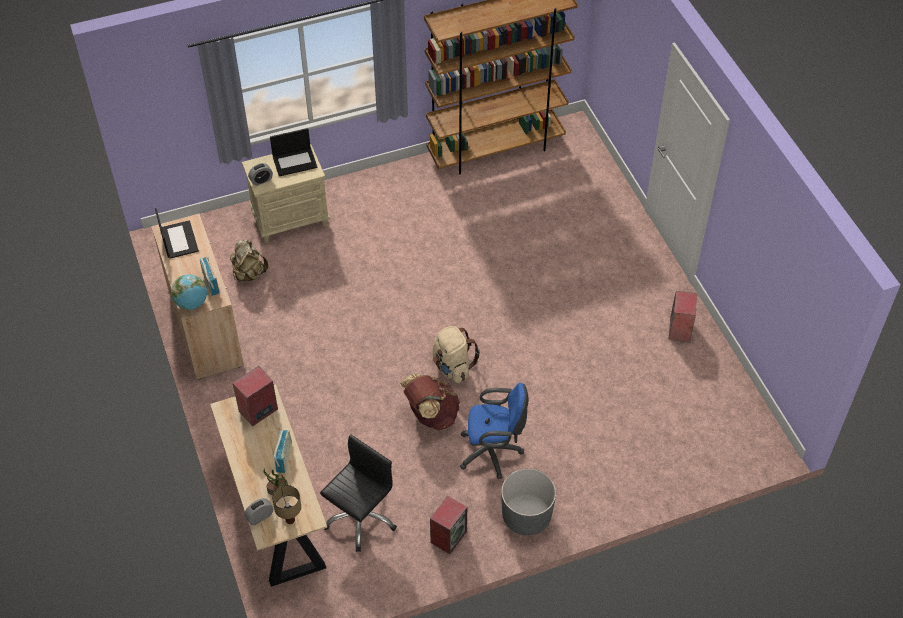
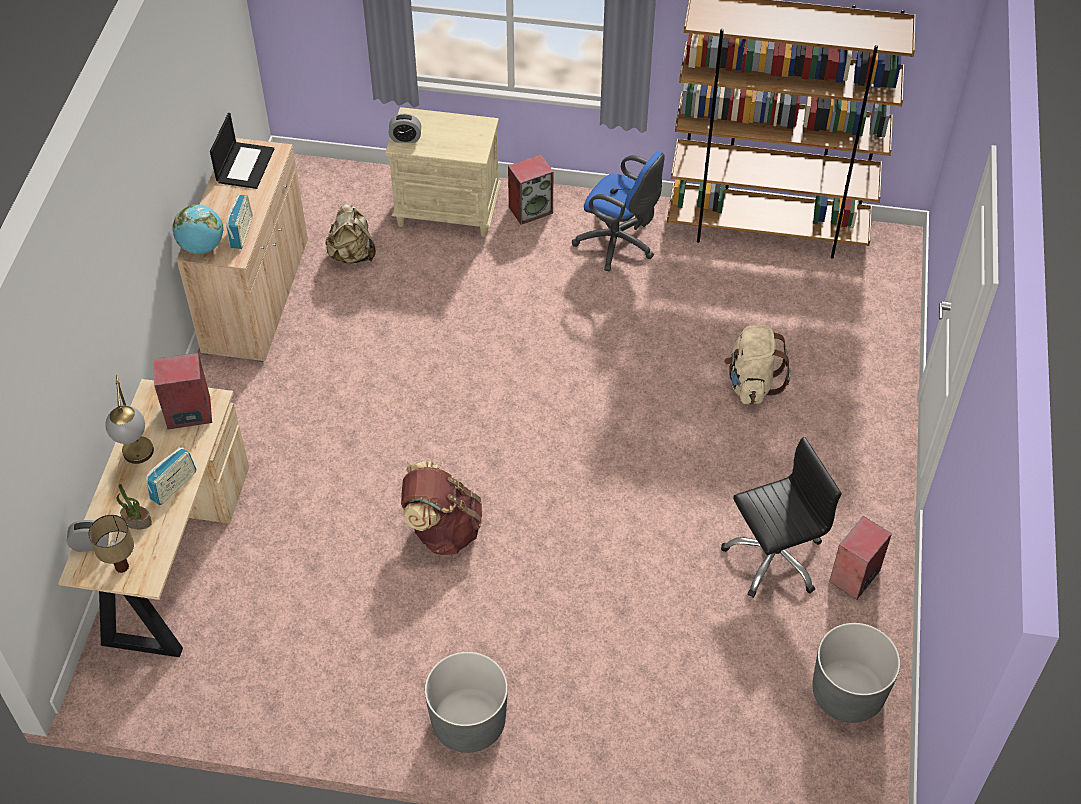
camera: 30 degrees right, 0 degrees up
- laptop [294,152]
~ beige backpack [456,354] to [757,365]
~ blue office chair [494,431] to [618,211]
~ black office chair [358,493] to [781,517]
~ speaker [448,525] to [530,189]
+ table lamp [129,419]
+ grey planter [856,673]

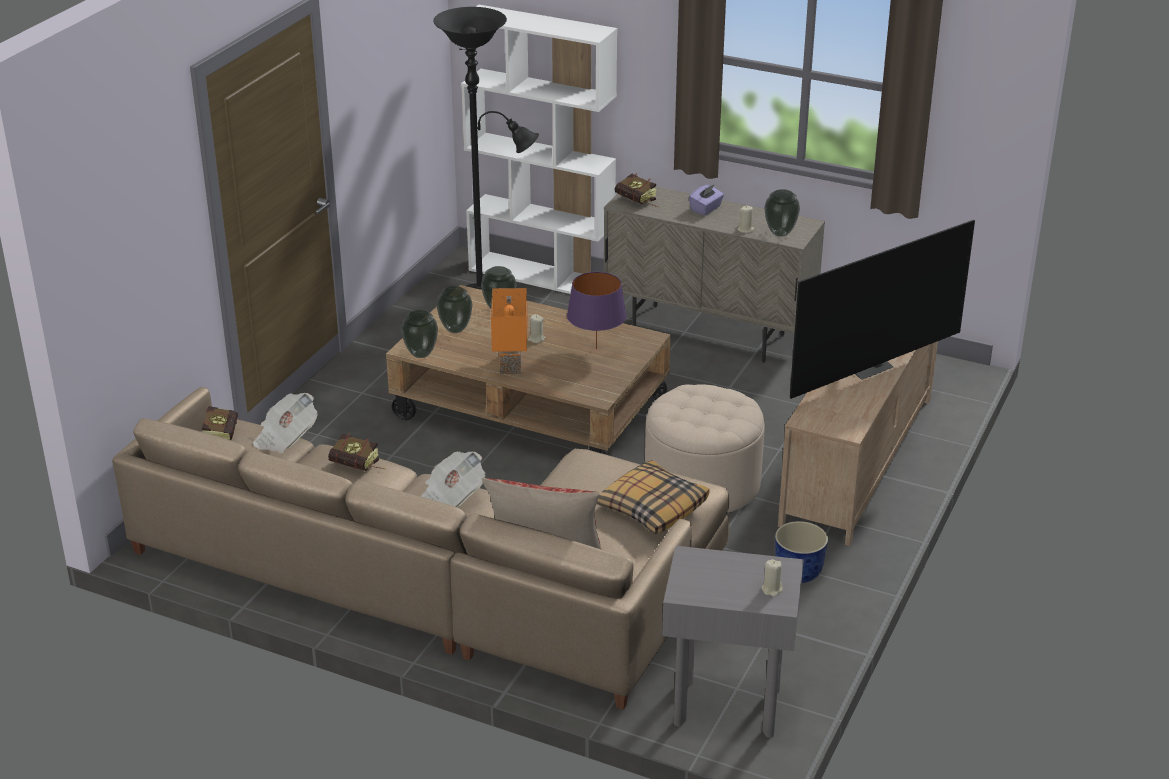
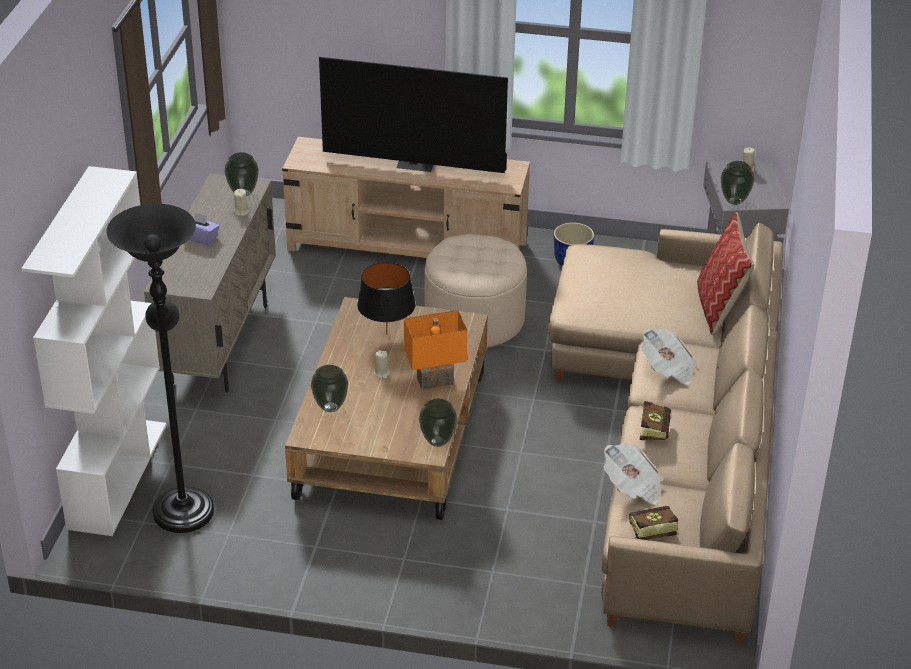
camera: 105 degrees left, 5 degrees up
- book [637,190]
~ television [882,309] = [413,115] 150 degrees clockwise
~ purple table lamp [596,310] to black table lamp [386,298]
~ vase [454,309] to [737,183]
- pillow [653,497]

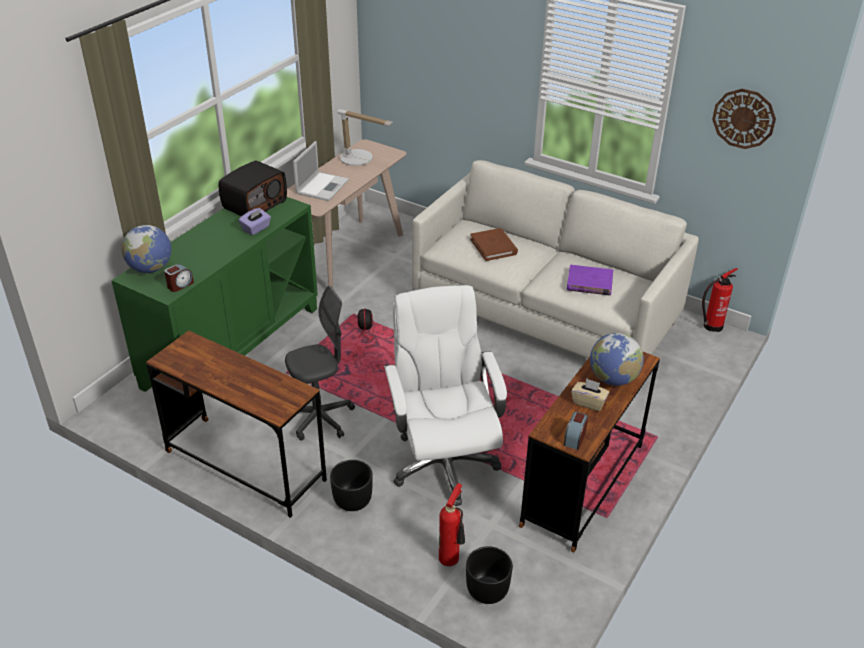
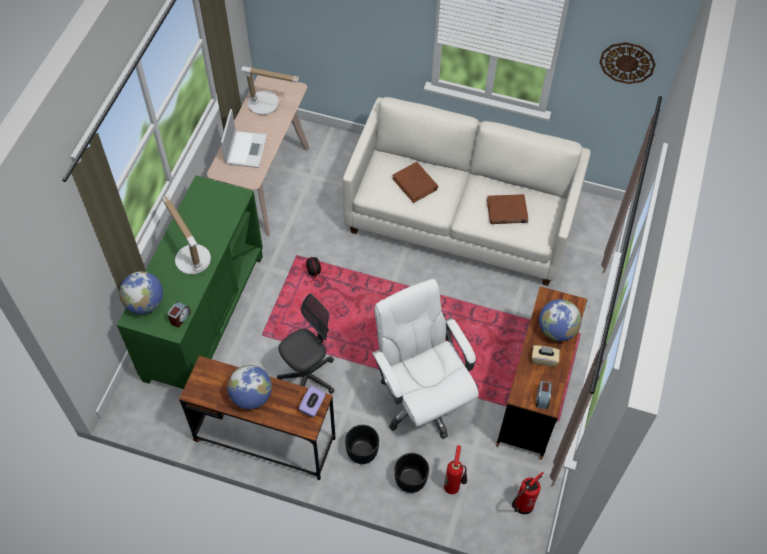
camera: 15 degrees left, 20 degrees up
- radio [253,188]
~ purple tissue box [255,221] to [312,401]
~ purple book [590,280] to brown book [507,209]
~ fire extinguisher [720,300] to [527,493]
~ black planter [489,575] to [412,473]
+ table lamp [186,235]
+ globe [249,387]

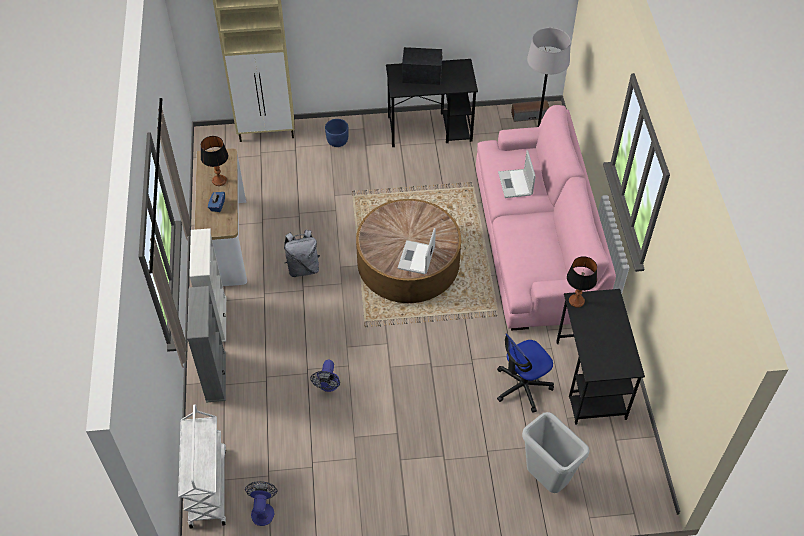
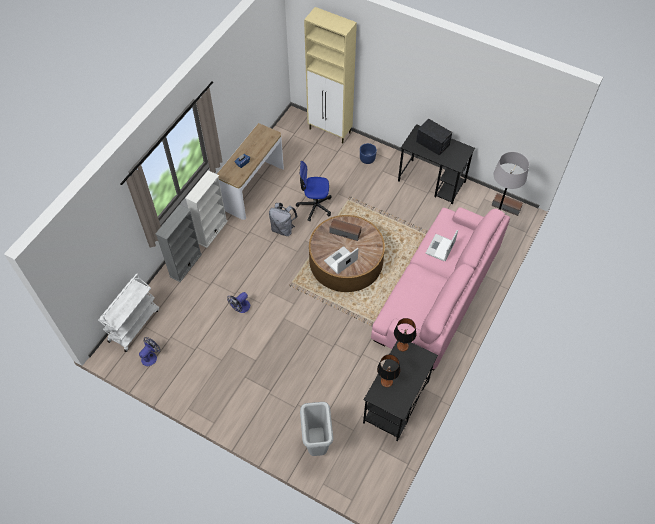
camera: 35 degrees right, 5 degrees up
~ table lamp [214,161] to [388,370]
~ office chair [525,373] to [314,191]
+ speaker [345,230]

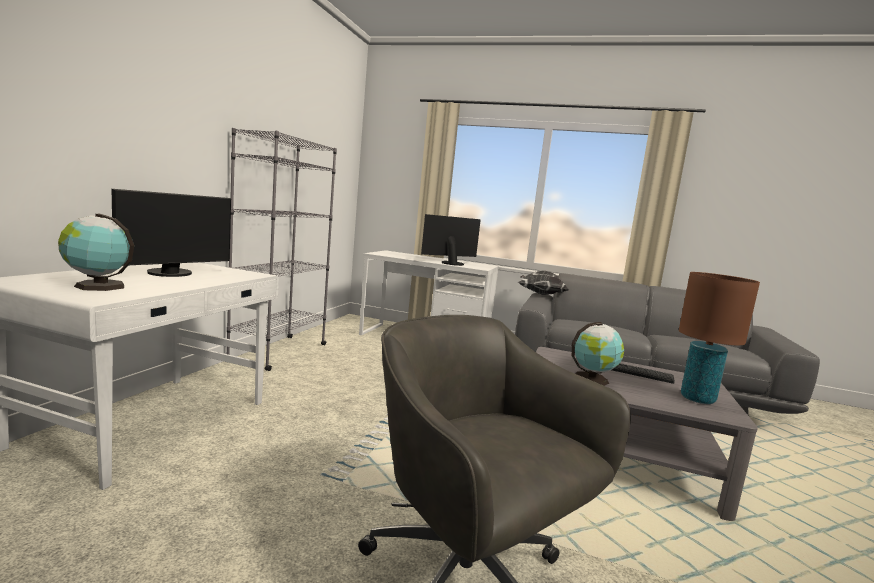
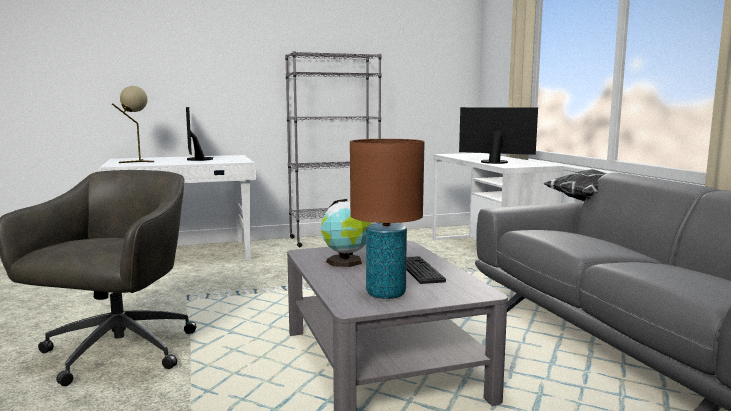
camera: 55 degrees right, 0 degrees up
~ monitor [171,233] = [199,134] 75 degrees clockwise
~ globe [96,252] to beige table lamp [133,124]

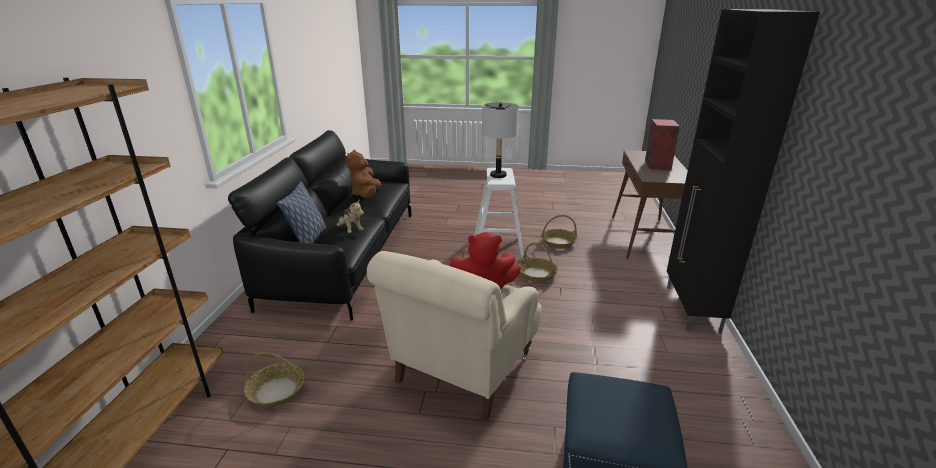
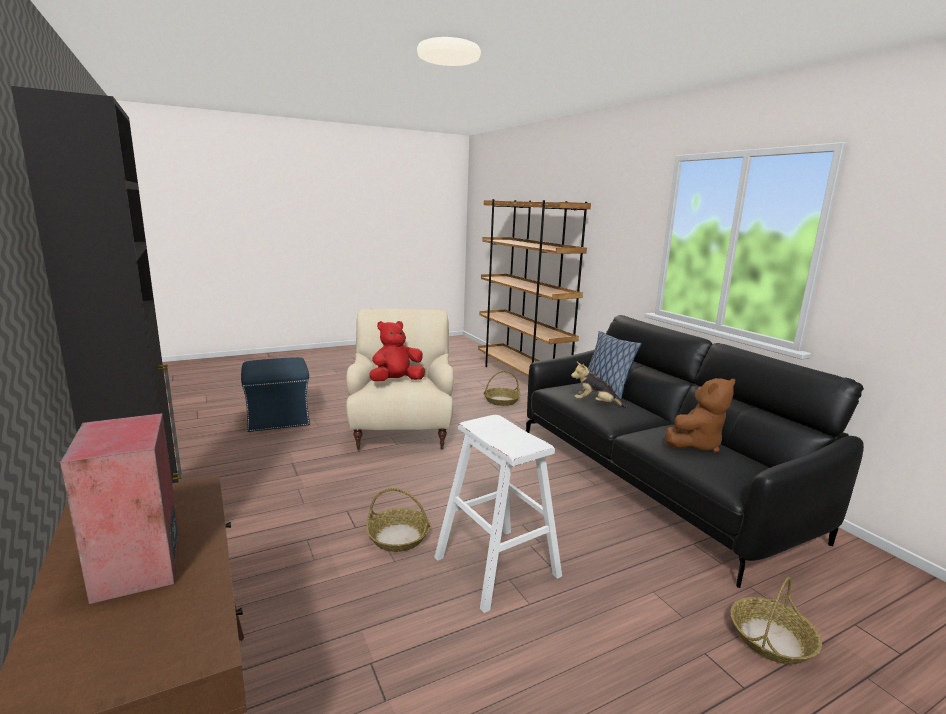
camera: 145 degrees right, 10 degrees down
- grey table lamp [500,140]
~ brown plush toy [363,174] = [700,415] 90 degrees clockwise
~ basket [559,232] to [776,621]

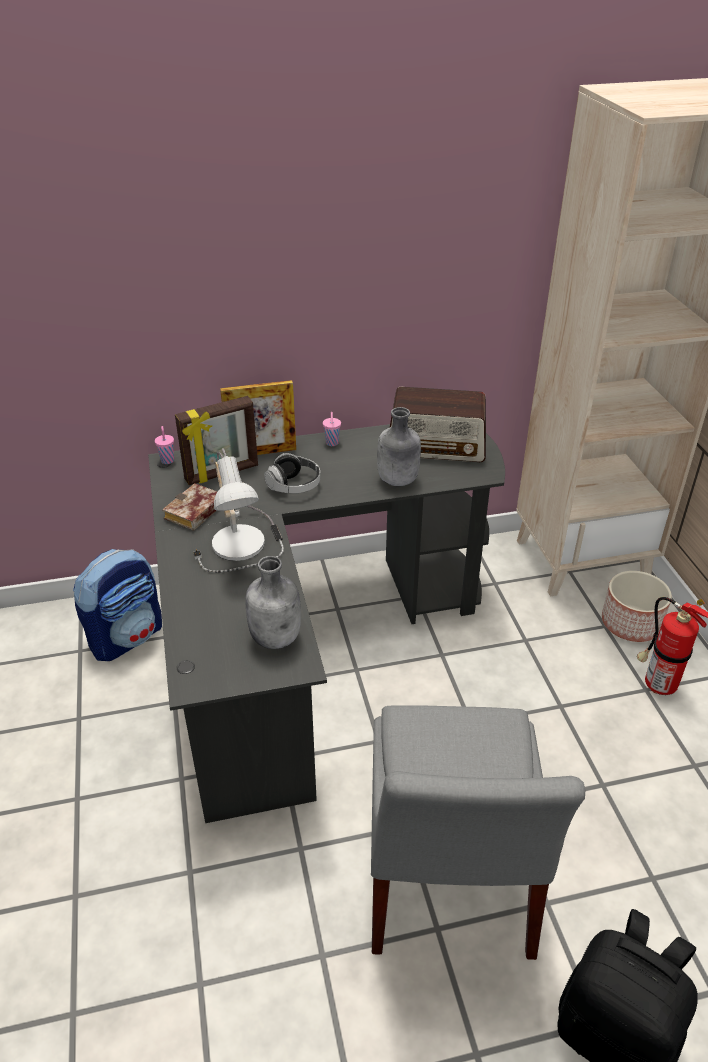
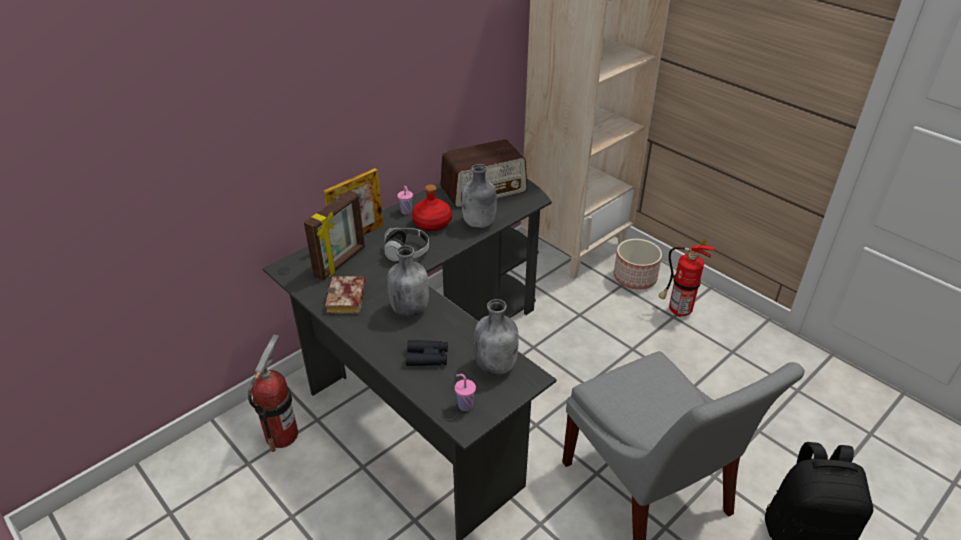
camera: 30 degrees left, 0 degrees up
~ pink cup [164,445] to [465,392]
~ table lamp [238,510] to grey bottle [408,281]
~ backpack [117,605] to fire extinguisher [273,393]
+ red bottle [432,207]
+ black binoculars [427,353]

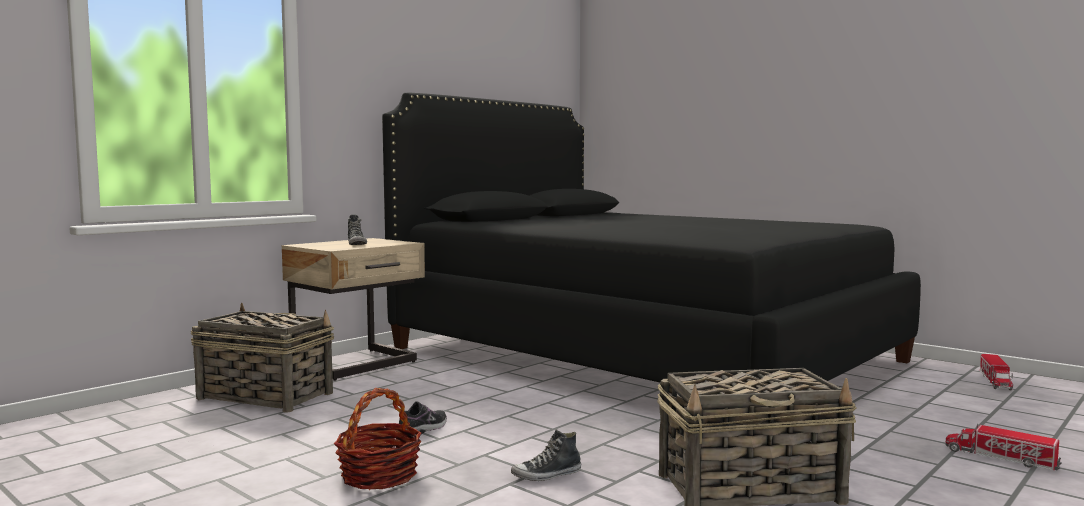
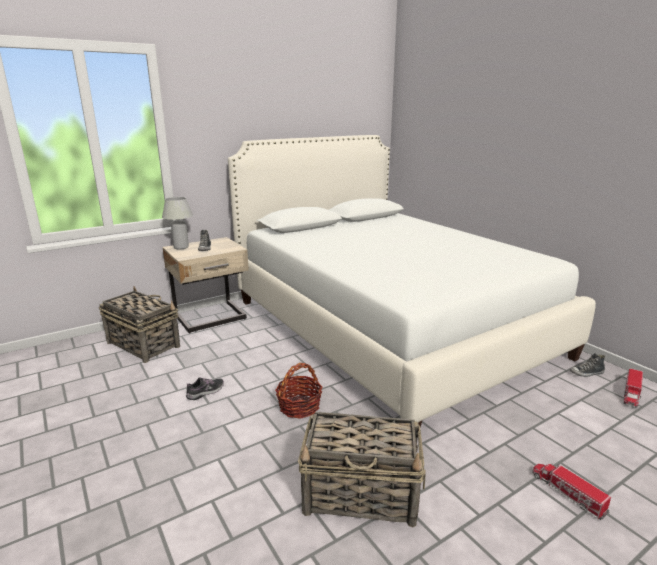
camera: 15 degrees right, 15 degrees up
~ black bed [651,237] to white bed [412,287]
~ basket [377,439] to [299,391]
~ shoe [546,455] to [587,365]
+ white table lamp [177,223]

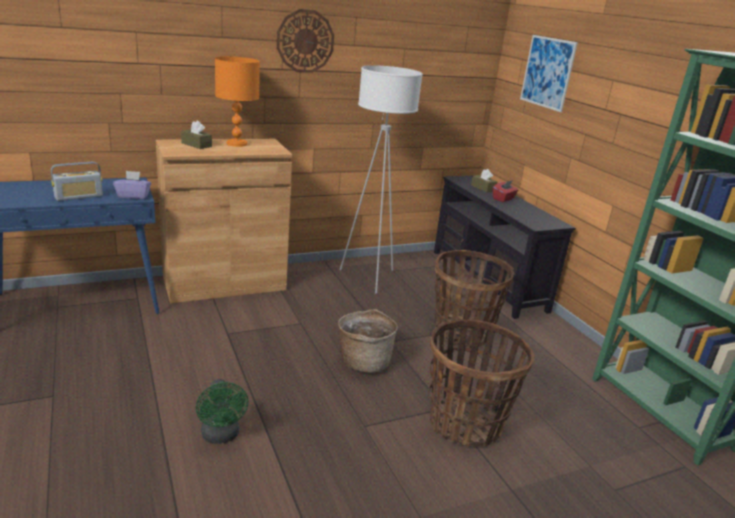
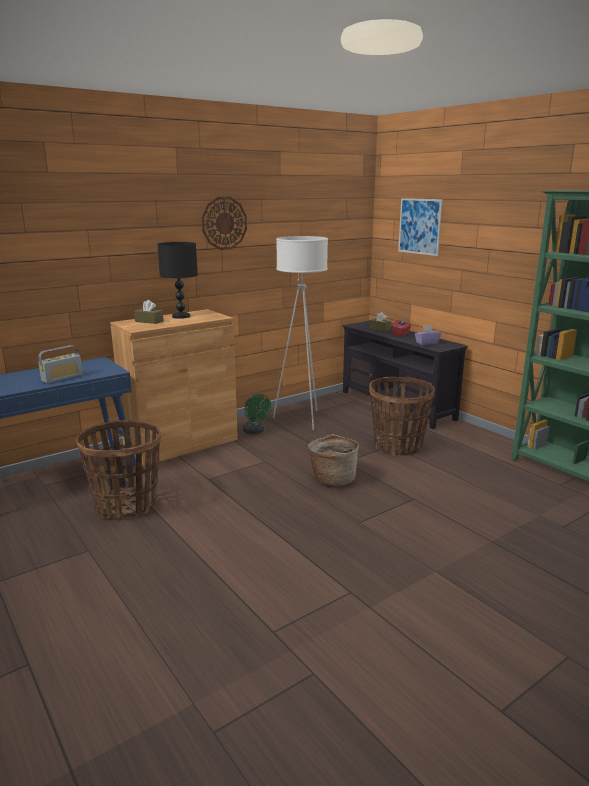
camera: 10 degrees left, 5 degrees down
~ orange table lamp [237,101] to black table lamp [178,280]
~ purple tissue box [132,185] to [428,335]
~ basket [481,383] to [118,469]
~ green fan [222,411] to [256,414]

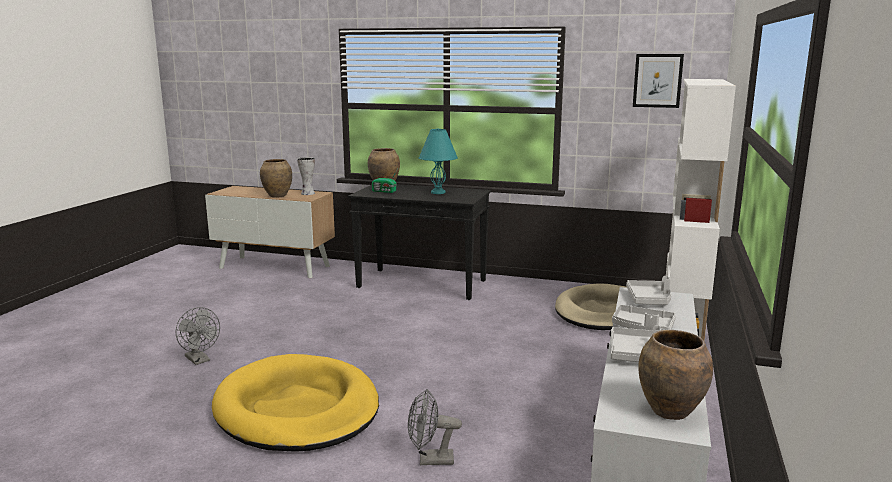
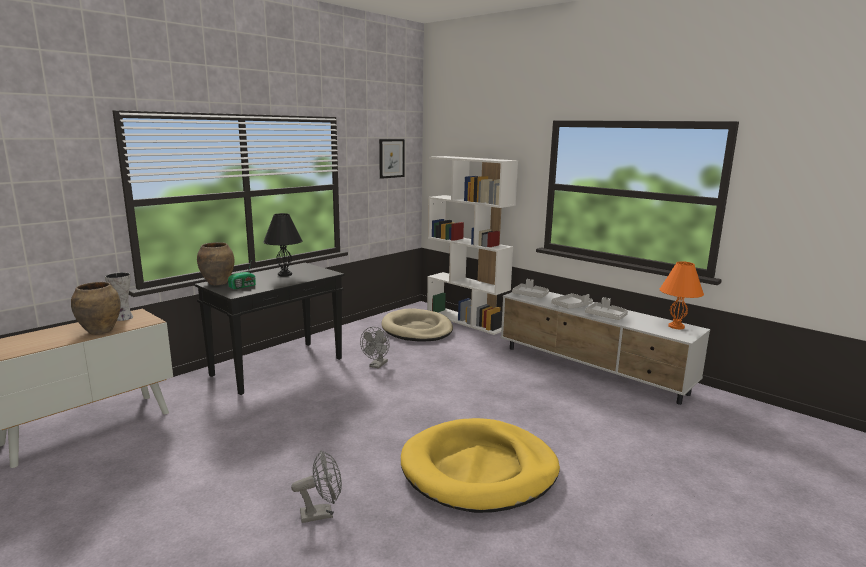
camera: 65 degrees left, 0 degrees up
~ turquoise table lamp [438,161] to black table lamp [283,244]
~ brown vase [675,375] to orange table lamp [682,295]
~ grey fan [435,427] to [374,348]

